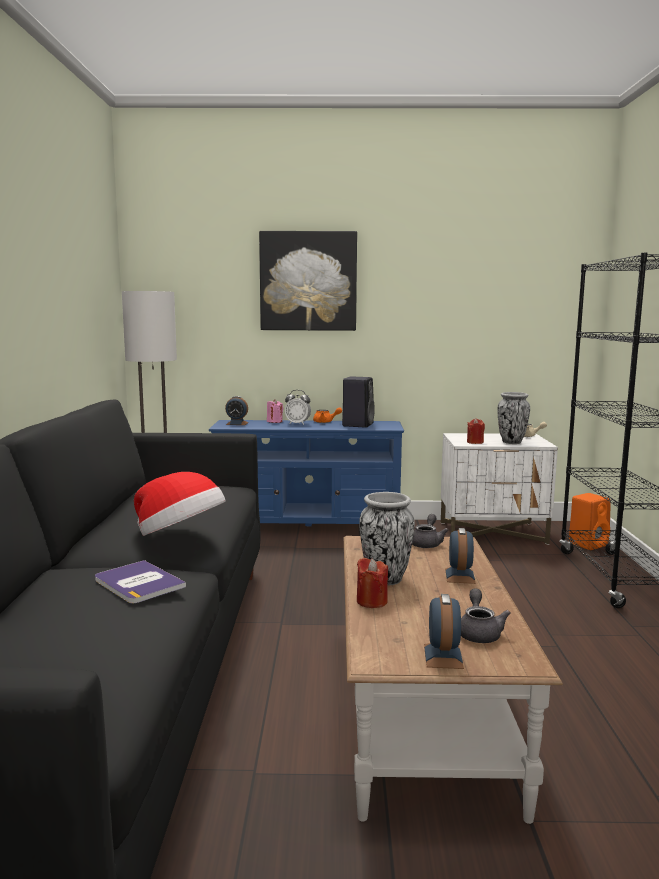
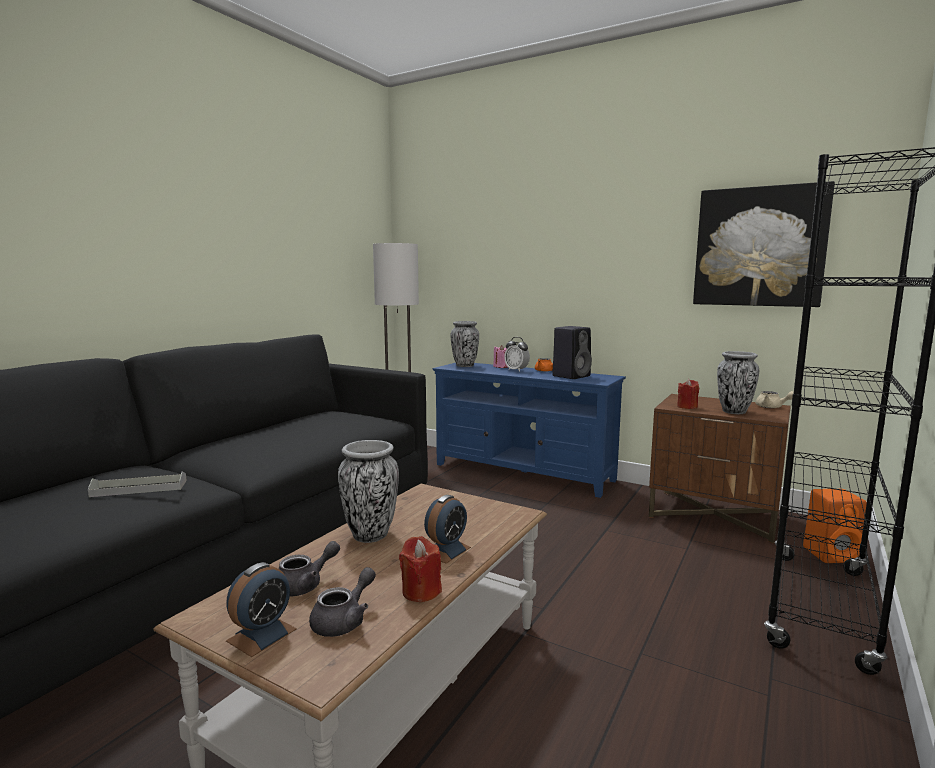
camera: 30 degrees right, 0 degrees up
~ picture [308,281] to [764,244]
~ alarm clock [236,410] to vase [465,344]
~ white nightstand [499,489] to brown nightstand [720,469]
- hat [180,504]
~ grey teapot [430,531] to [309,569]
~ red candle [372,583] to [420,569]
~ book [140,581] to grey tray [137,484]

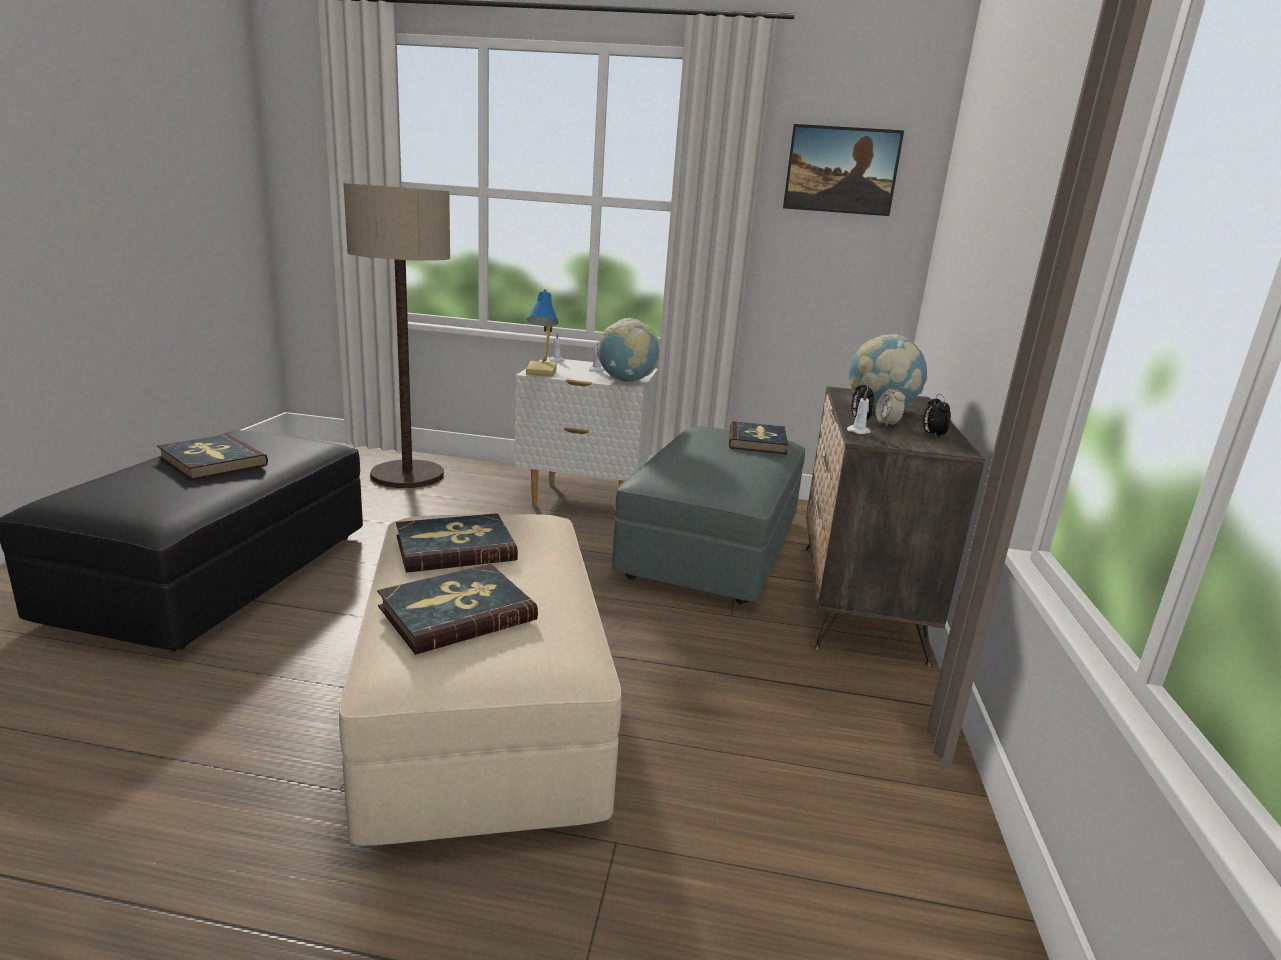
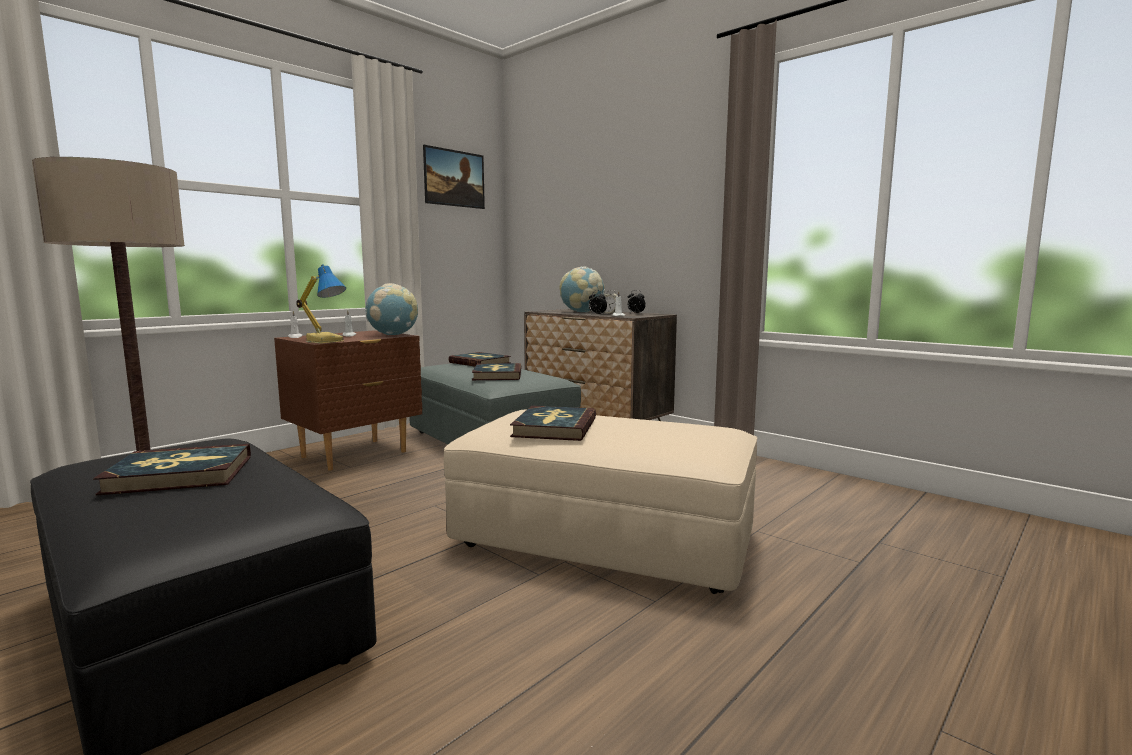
camera: 55 degrees left, 10 degrees down
~ white nightstand [586,432] to brown nightstand [348,400]
~ book [457,609] to [497,371]

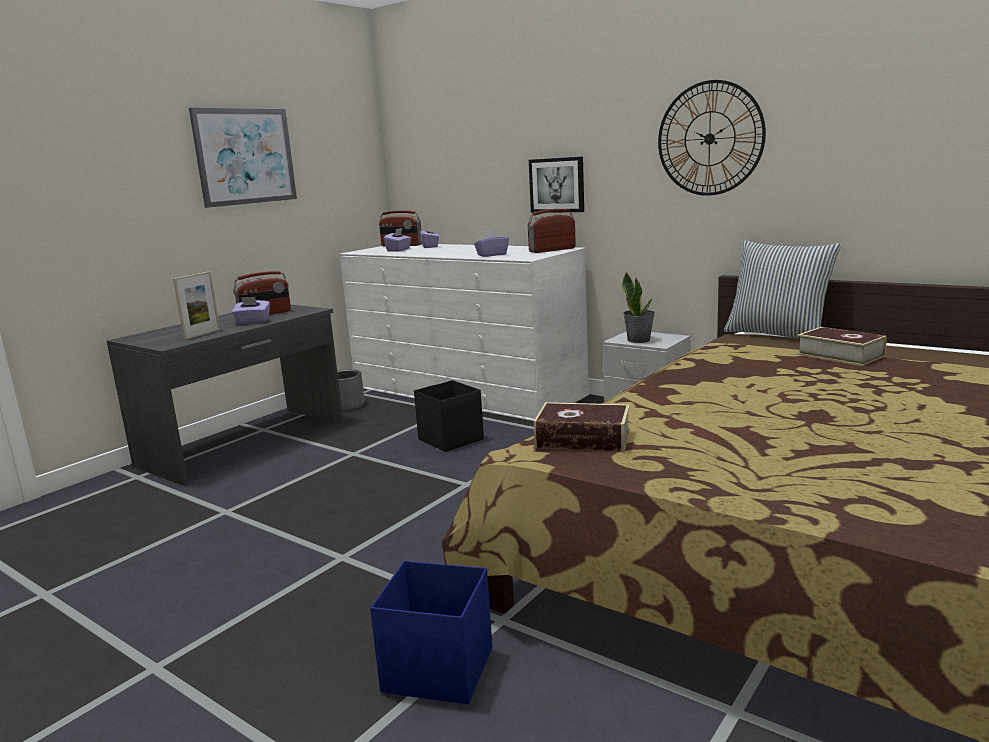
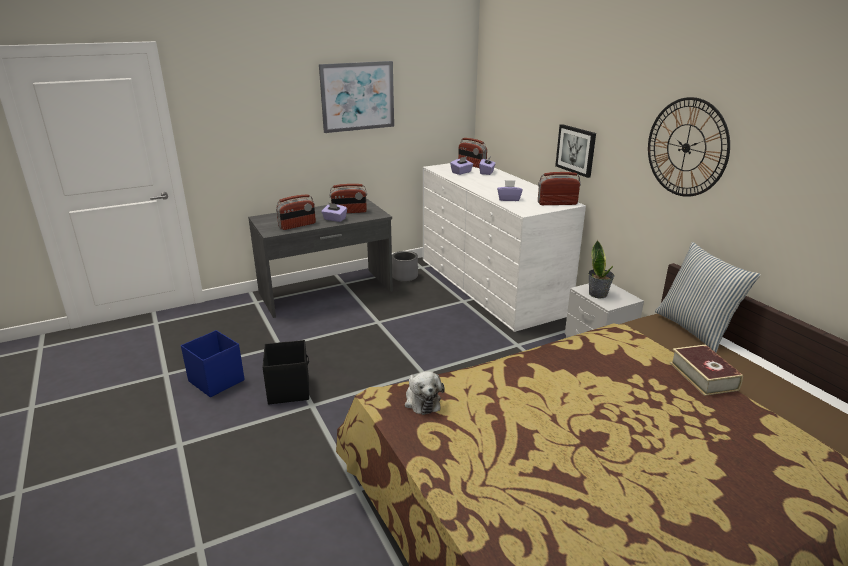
camera: 25 degrees right, 10 degrees up
~ picture frame [196,305] to radio [296,212]
~ black storage box [449,416] to [286,372]
~ book [582,427] to plush toy [425,393]
~ blue storage box [431,632] to [213,363]

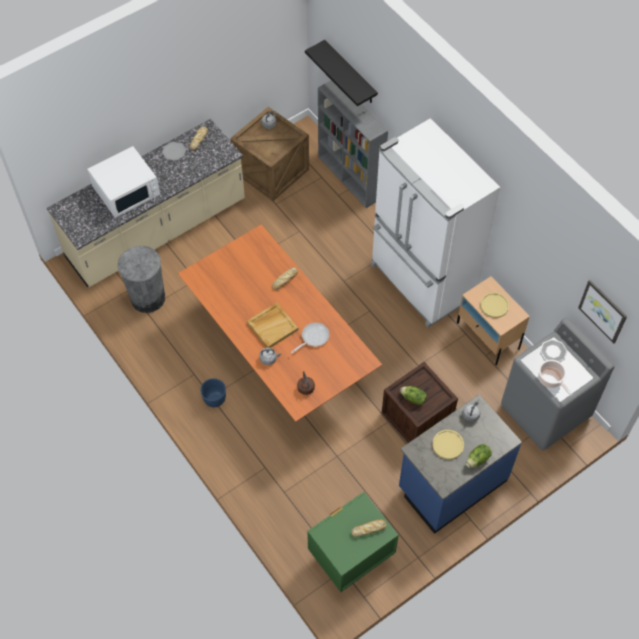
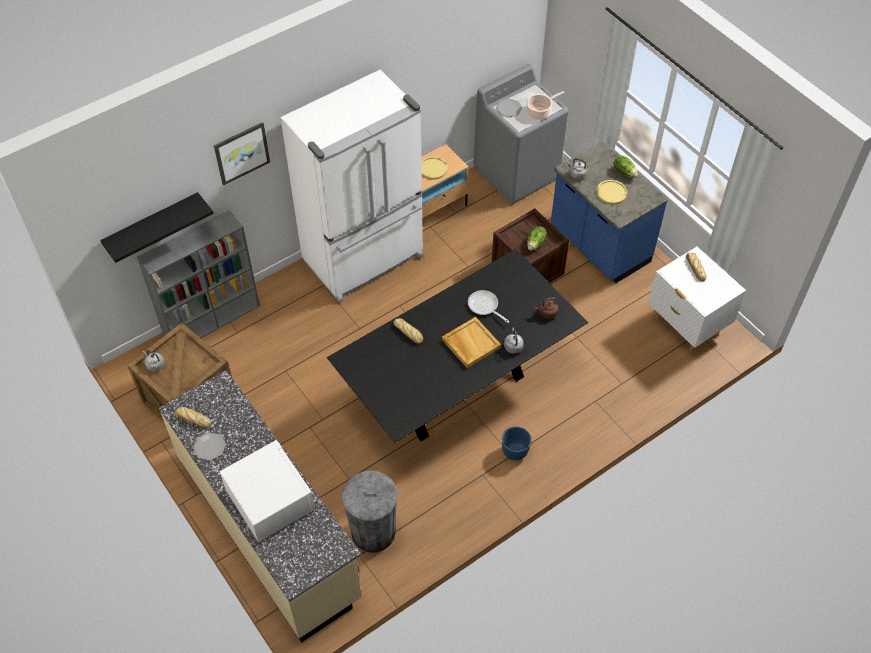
camera: 90 degrees left, 5 degrees down
~ orange dining table [280,323] to black dining table [457,346]
~ picture [602,312] to [242,153]
~ green nightstand [353,542] to white nightstand [697,300]

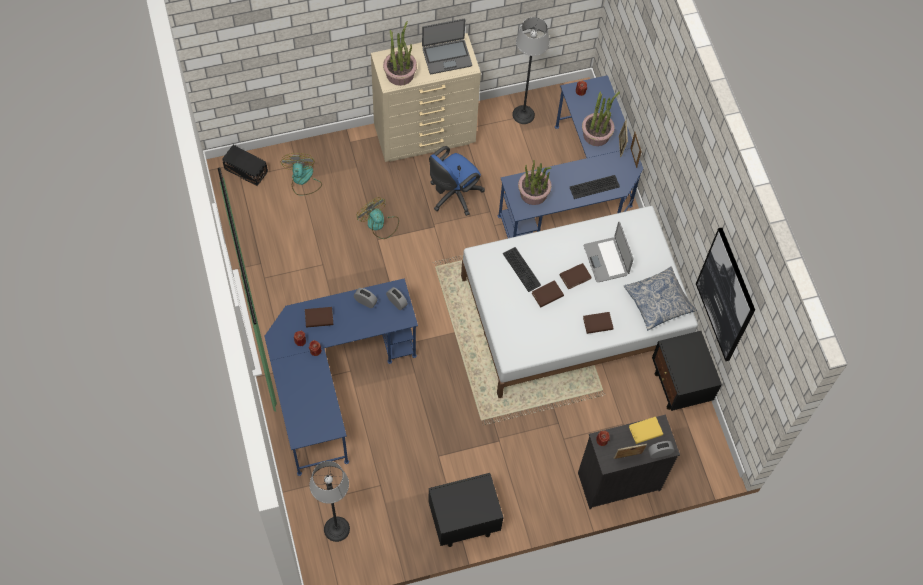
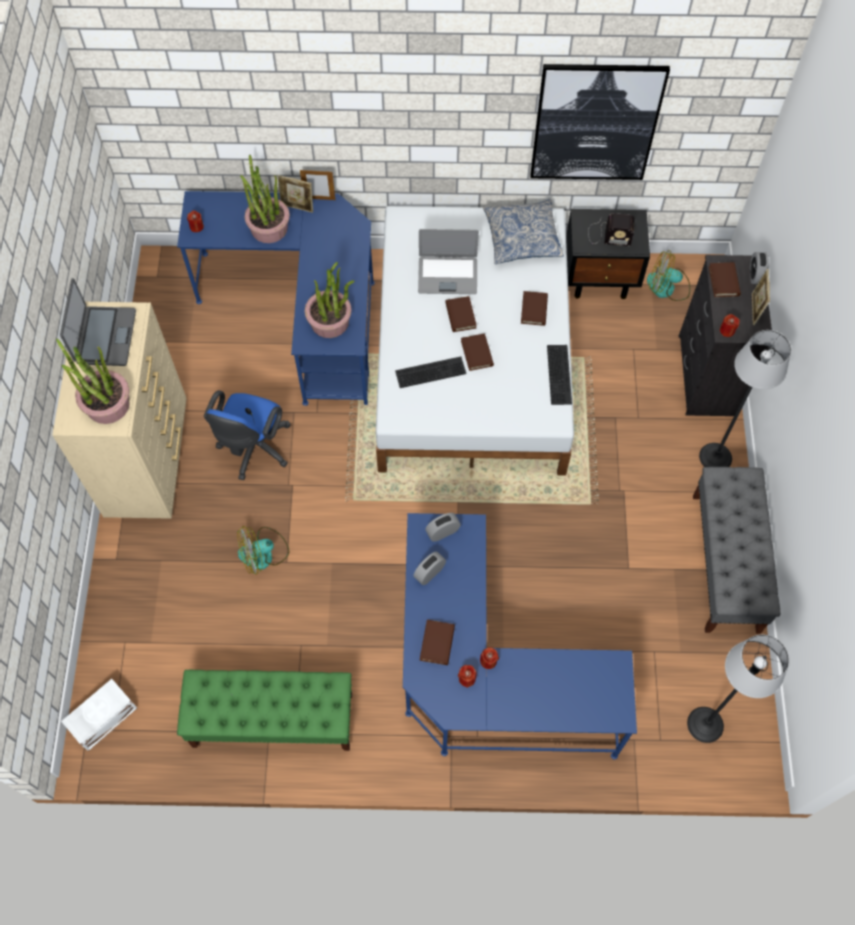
camera: 70 degrees left, 0 degrees up
~ floor lamp [531,70] to [745,398]
~ black storage box [245,165] to white storage box [99,715]
~ blue office chair [457,181] = [247,435] 45 degrees clockwise
~ fan [301,174] to [668,275]
~ keyboard [595,187] to [559,375]
~ yellow book [646,430] to brown book [725,279]
~ black nightstand [466,510] to grey bench [736,550]
+ radio [611,229]
+ green bench [264,710]

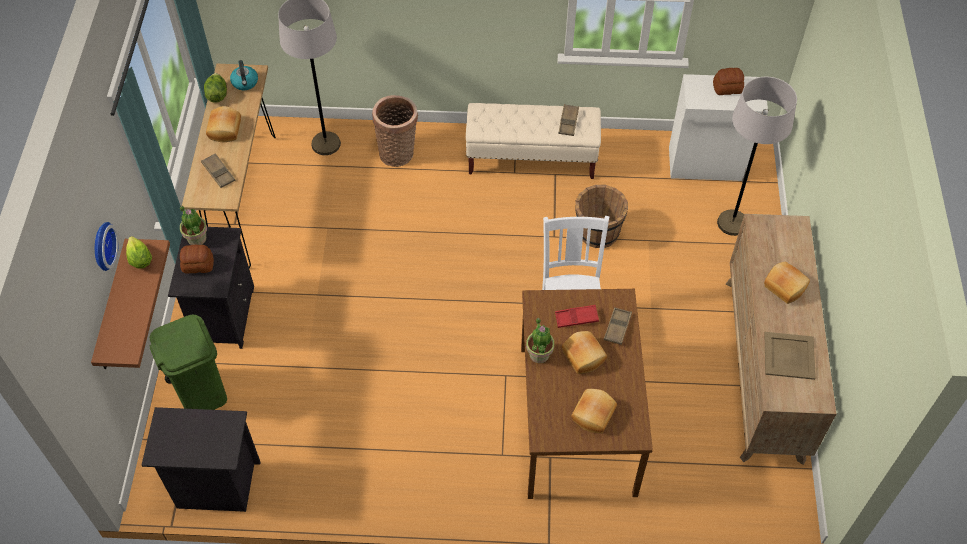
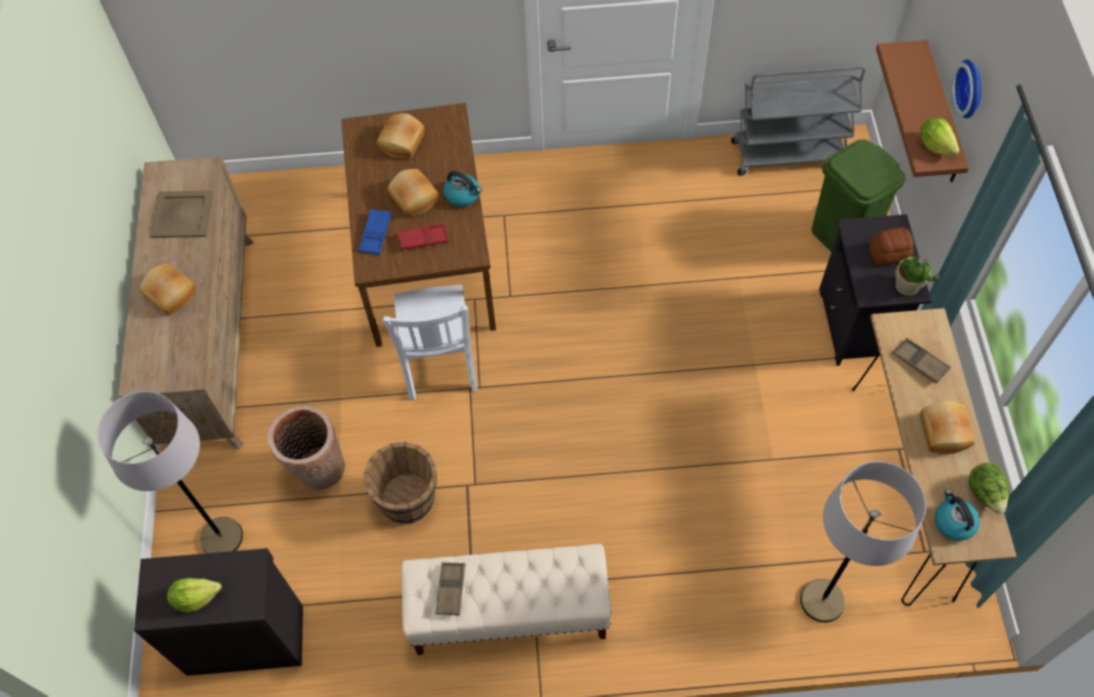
camera: 175 degrees right, 5 degrees up
~ bread [728,81] to lettuce [194,595]
~ white cabinet [718,128] to black cabinet [218,612]
~ basket [395,131] to [306,447]
~ brown tray [618,326] to blue tray [375,232]
~ potted plant [540,340] to kettle [463,189]
~ black nightstand [201,459] to grey cart [798,121]

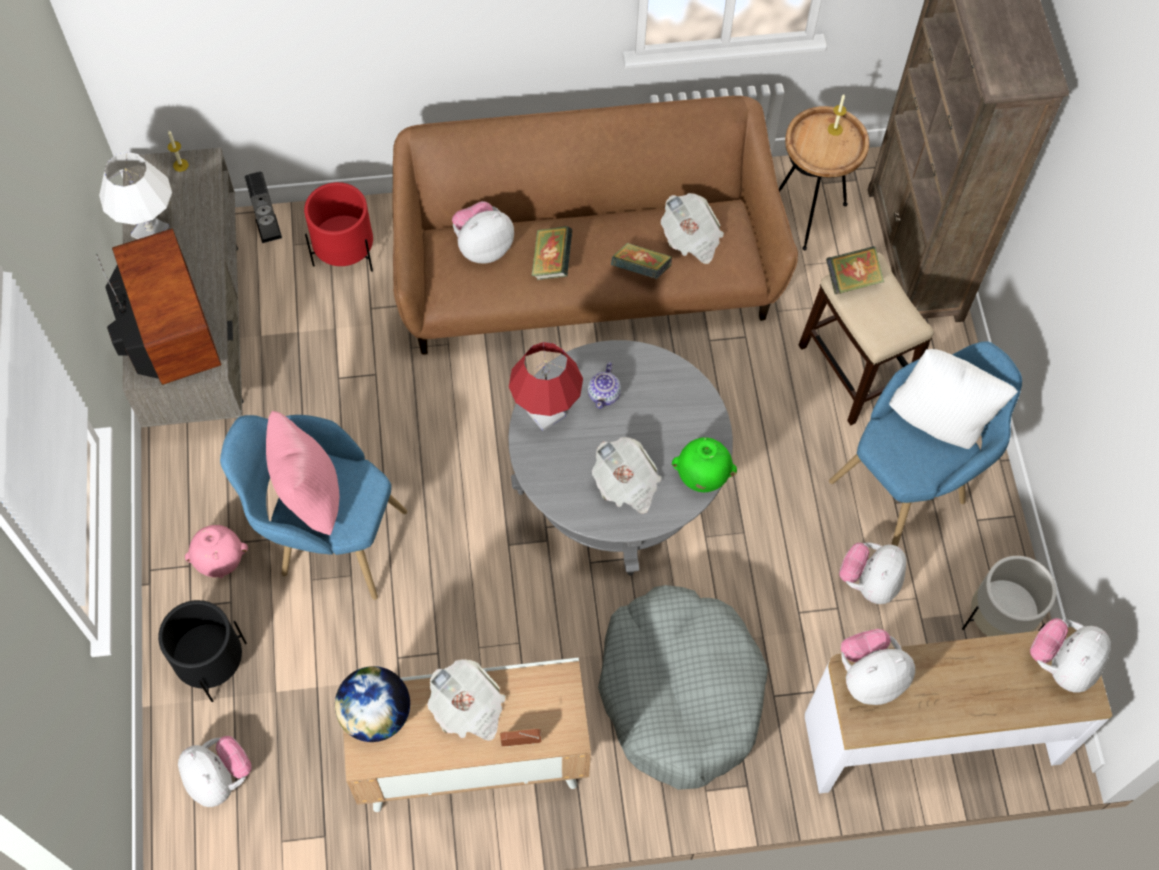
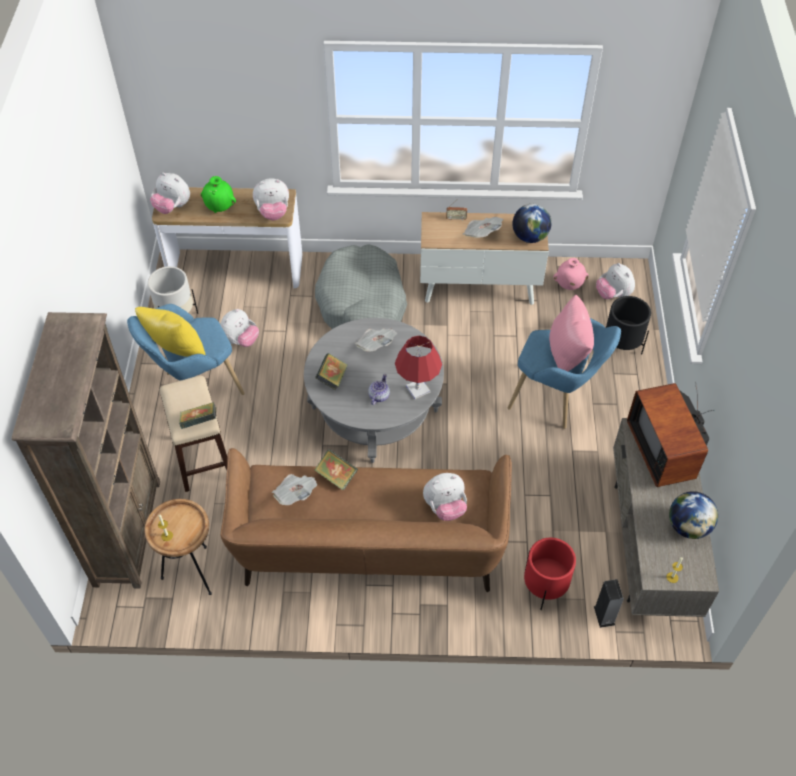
camera: 170 degrees left, 10 degrees down
~ white table lamp [135,195] to globe [693,515]
~ book [552,253] to [331,371]
~ white pillow [953,399] to yellow pillow [170,332]
~ green vase [704,464] to [218,194]
~ pink vase [216,551] to [571,274]
~ plush toy [1070,655] = [170,193] 75 degrees clockwise

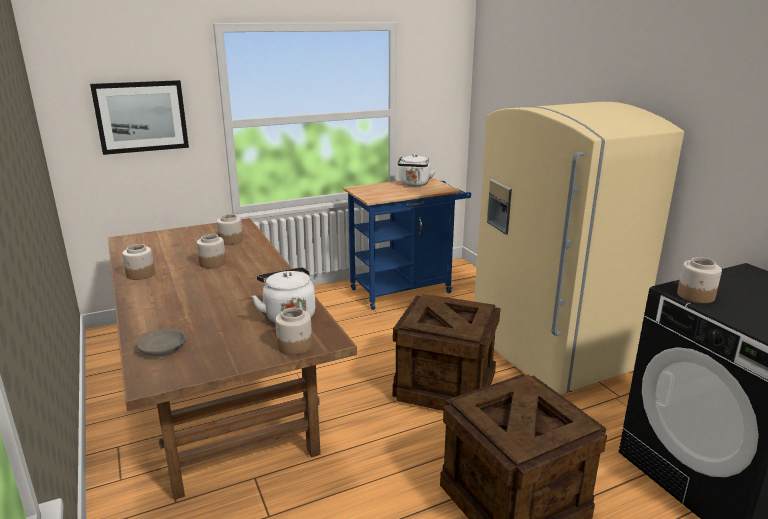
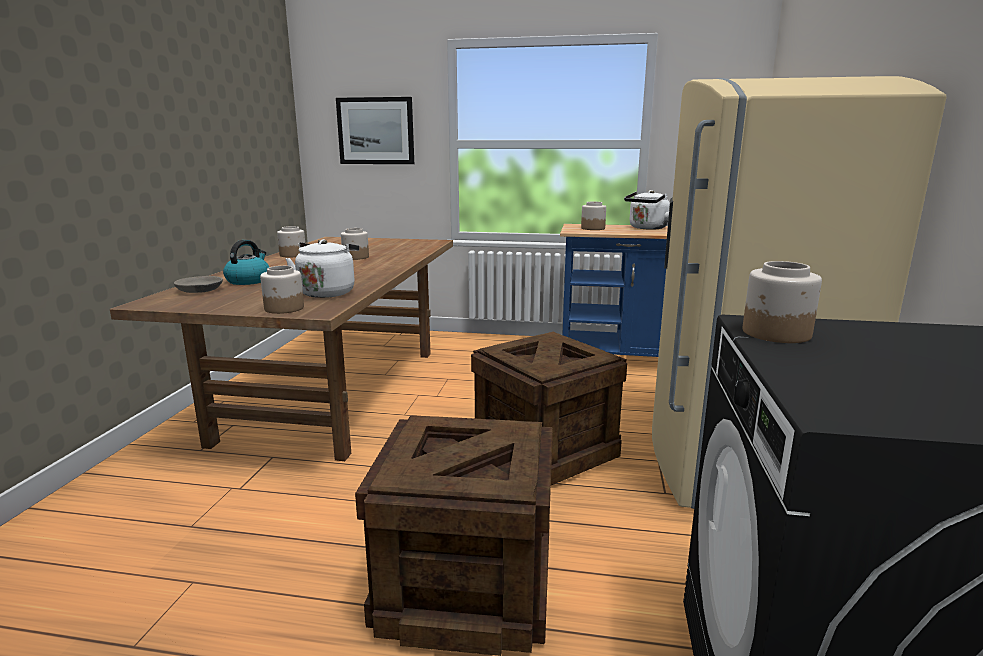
camera: 35 degrees right, 5 degrees down
~ jar [230,229] to [593,216]
+ kettle [246,262]

